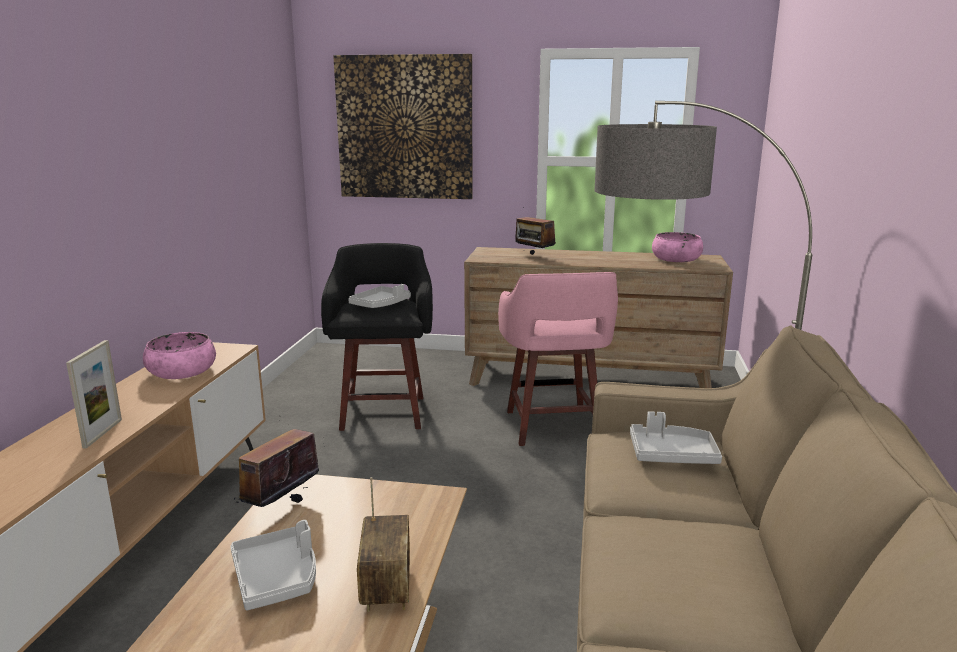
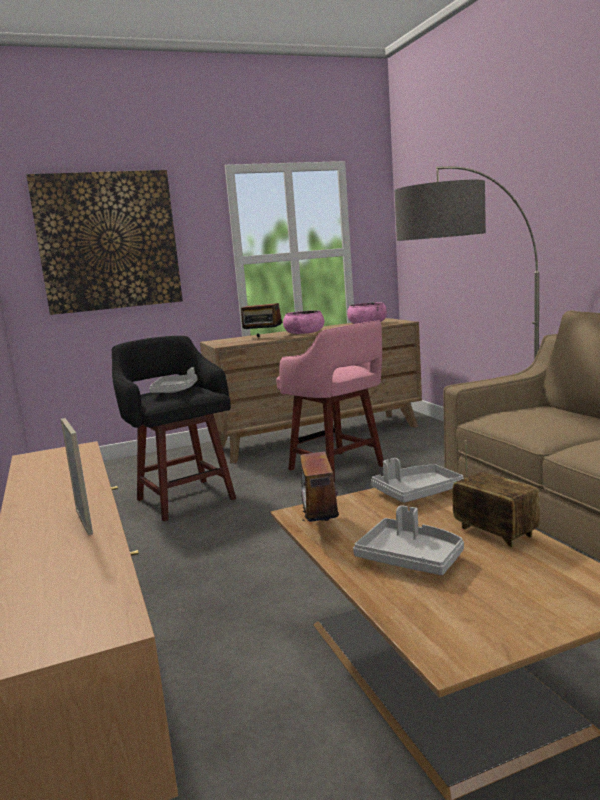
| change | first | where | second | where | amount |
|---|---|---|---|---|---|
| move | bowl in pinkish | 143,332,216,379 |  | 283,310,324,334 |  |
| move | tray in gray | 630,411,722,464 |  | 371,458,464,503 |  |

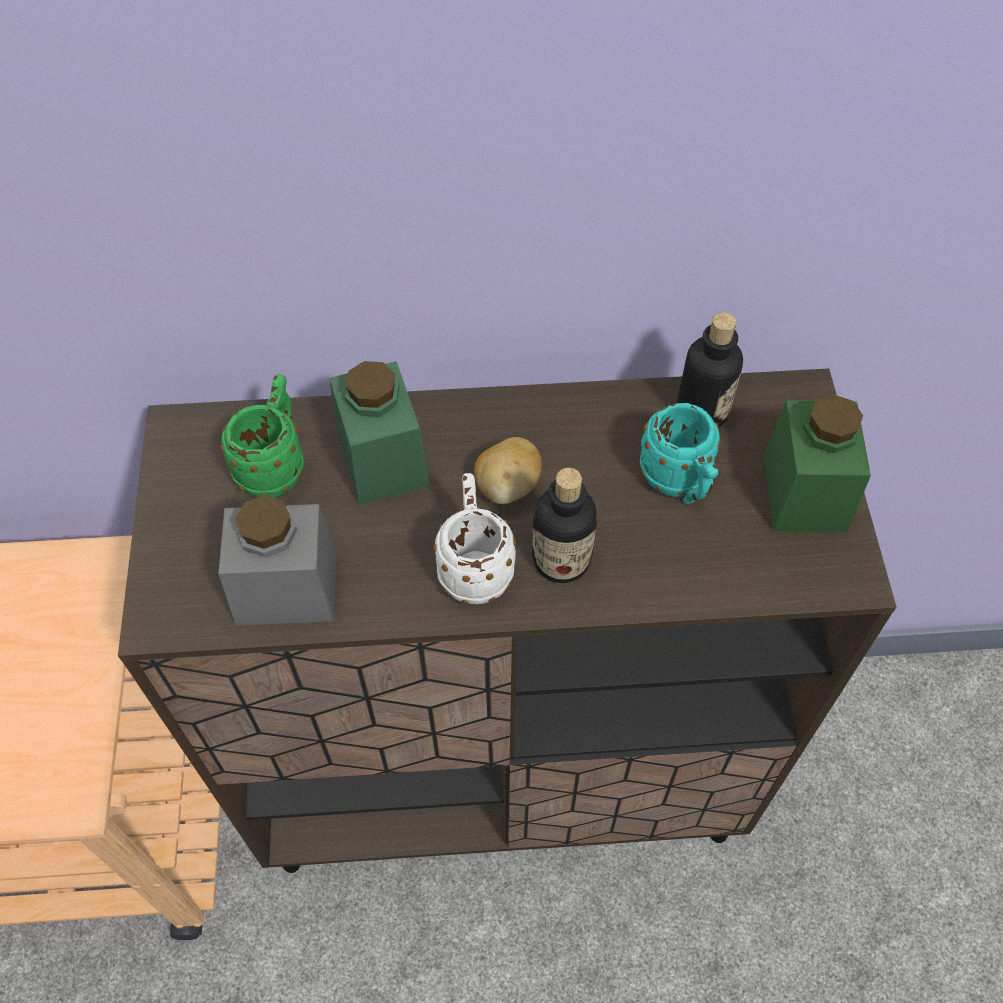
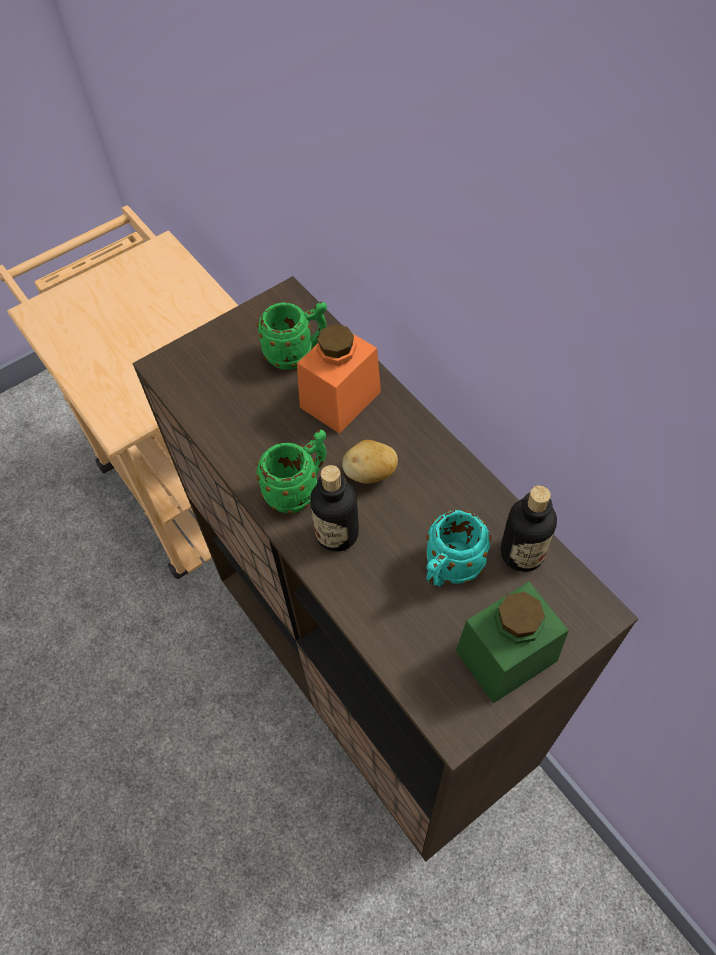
| change | first | where | second | where | amount |
|---|---|---|---|---|---|
| recolor | coffee mug in white | 433,473,517,605 | coffee mug in green | 256,430,327,513 |  |
| recolor | preserve jar in green | 329,361,429,505 | preserve jar in orange | 297,324,381,434 |  |
| delete | preserve jar in gray | 218,495,336,626 |  |  |  |

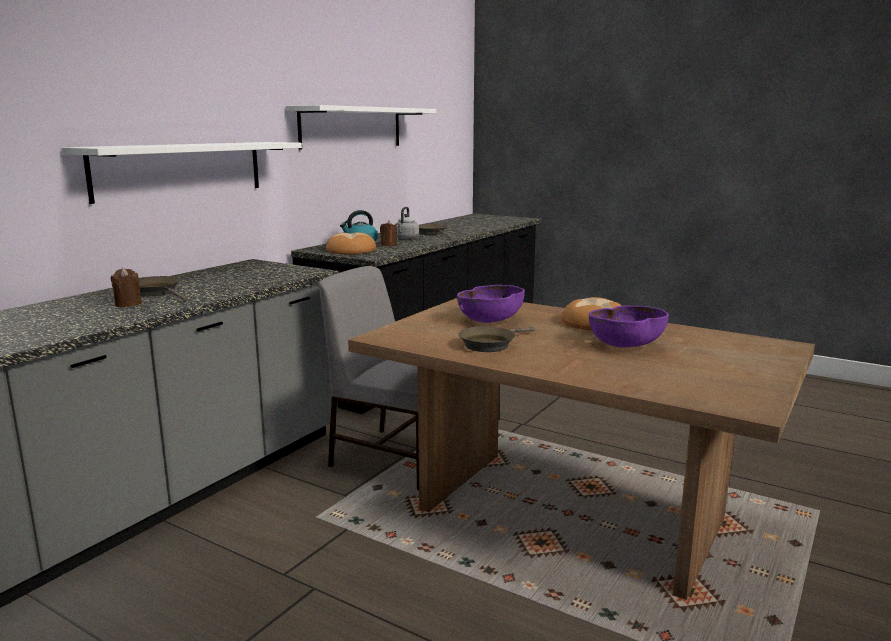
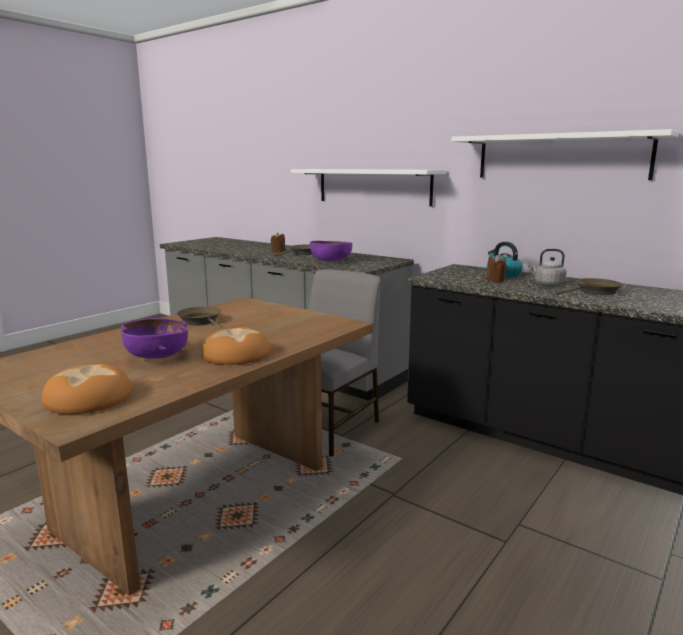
| change | first | where | second | where | amount |
|---|---|---|---|---|---|
| move | baked bread | 326,232,376,254 |  | 42,364,133,414 |  |
| move | bowl in purplish | 457,285,525,323 |  | 310,241,352,261 |  |

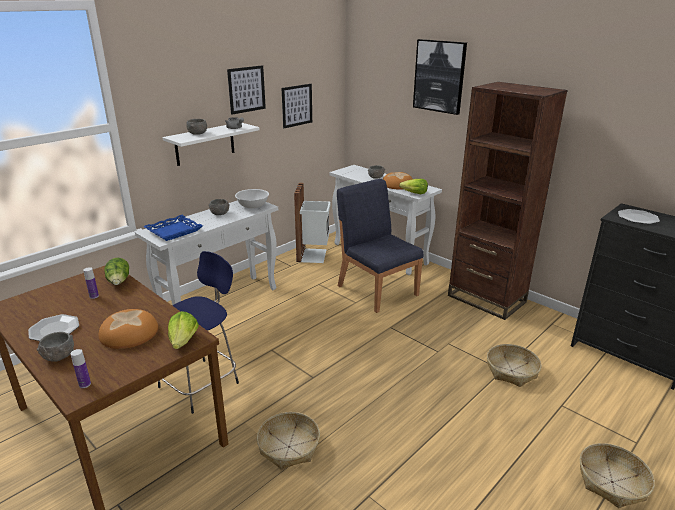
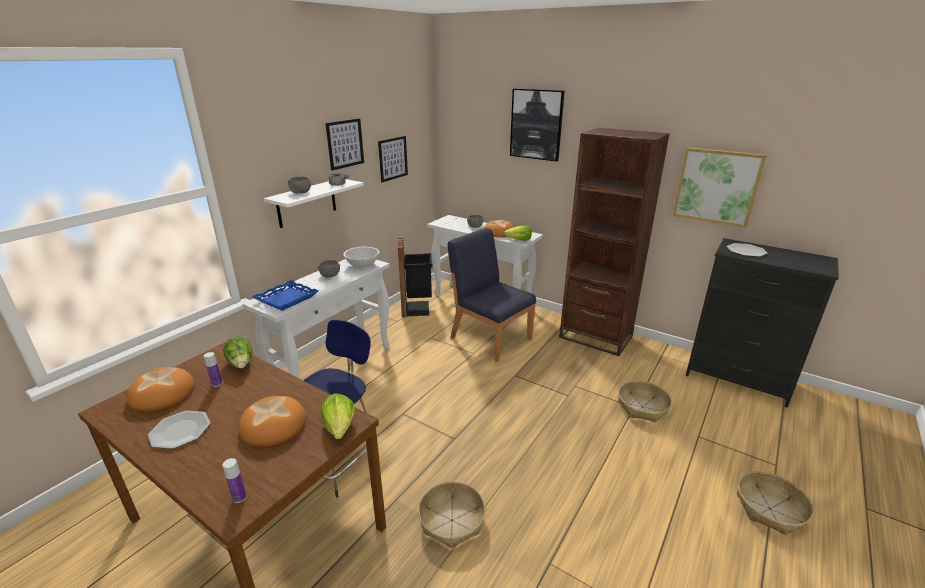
| change | first | where | second | where | amount |
|---|---|---|---|---|---|
| insert |  |  | baked bread | 127,367,194,411 |  |
| recolor | trash can in white | 294,183,331,263 | trash can in black-coloured | 398,236,432,317 |  |
| insert |  |  | wall picture | 673,147,766,228 |  |
| delete | bowl in gray | 37,332,74,362 |  |  |  |

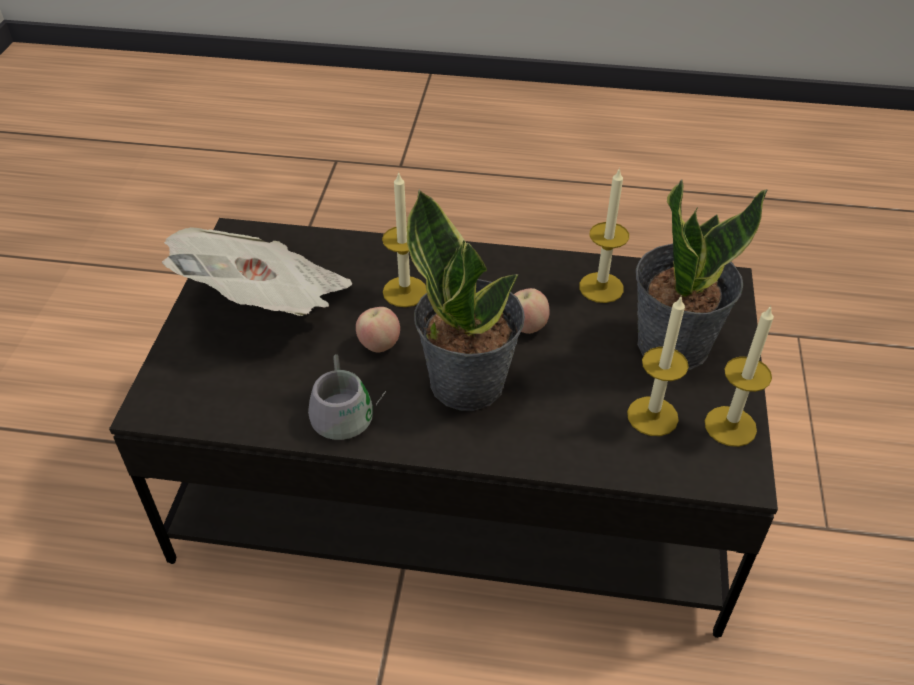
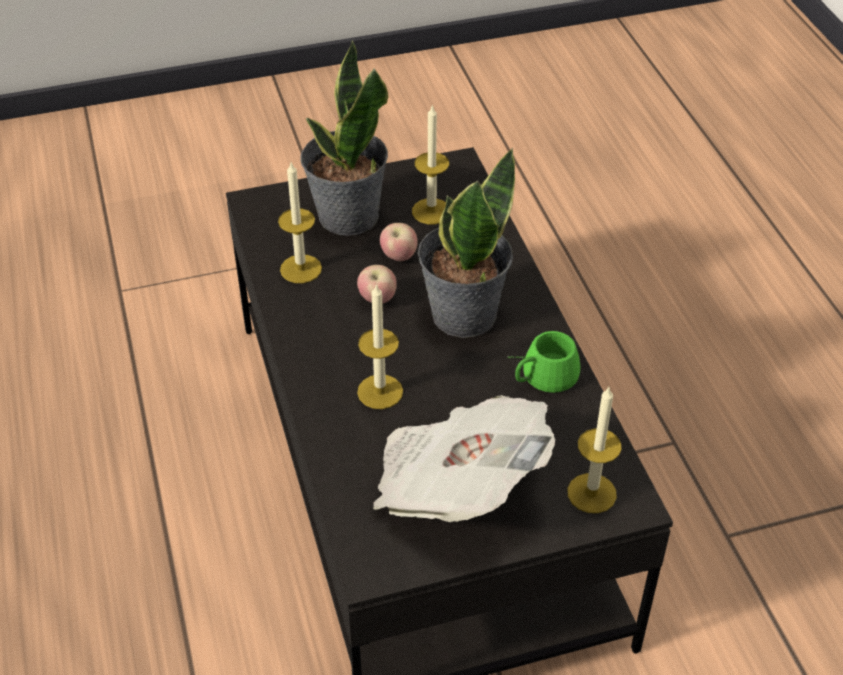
| change | first | where | second | where | amount |
|---|---|---|---|---|---|
| move | whole apple | 356,307,400,353 |  | 380,223,418,261 |  |
| recolor | coffee mug in gray | 308,354,386,440 | coffee mug in green | 507,331,580,393 |  |
| move | wax candle | 705,305,774,447 |  | 567,387,621,513 |  |

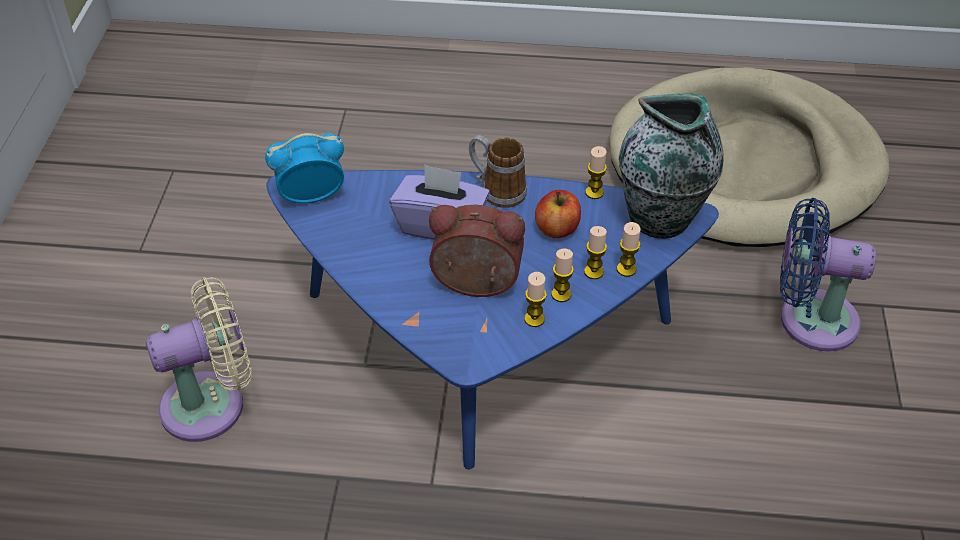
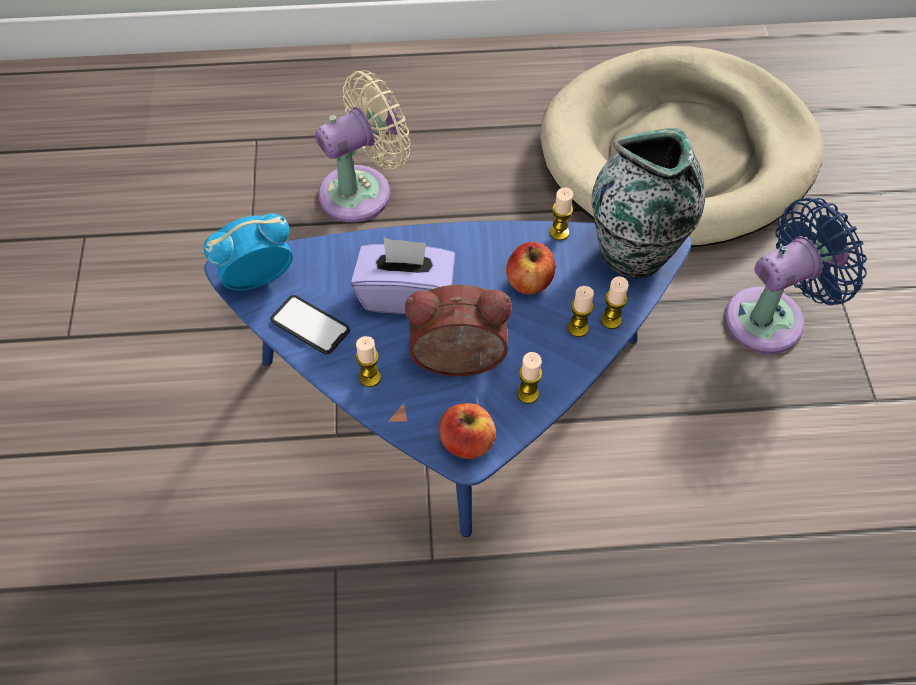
| change | first | where | second | where | amount |
|---|---|---|---|---|---|
| insert |  |  | telephone | 270,295,350,354 |  |
| move | cooling fan in sand-coloured | 146,277,252,442 |  | 315,70,411,222 |  |
| move | wax candle | 551,249,574,302 |  | 356,336,381,387 |  |
| insert |  |  | whole apple | 439,403,496,459 |  |
| rotate | cooling fan in blue | 780,198,876,352 |  | 724,198,867,354 | 150 degrees clockwise |
| delete | coffee mug | 469,135,527,208 |  |  |  |

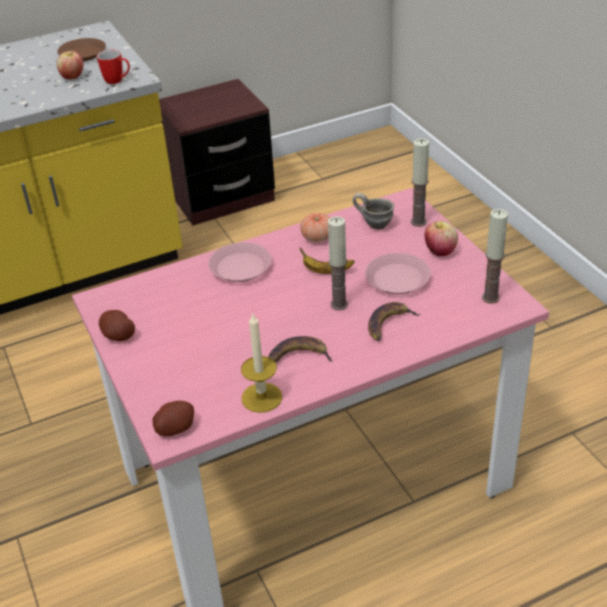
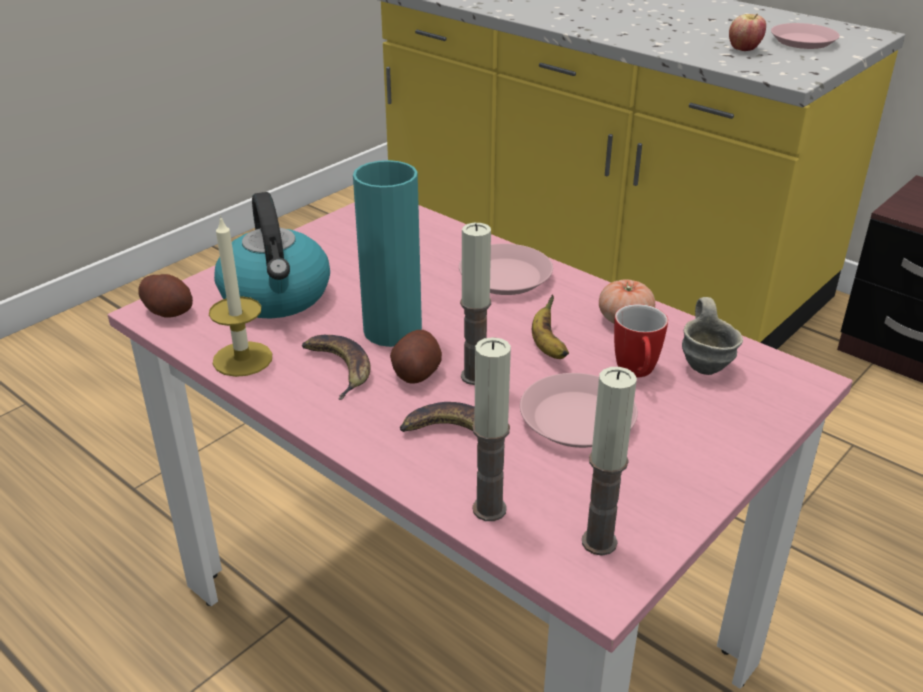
| change | first | where | second | where | amount |
|---|---|---|---|---|---|
| insert |  |  | kettle | 214,192,330,319 |  |
| insert |  |  | decorative vase in turquoise-coloured | 353,160,422,347 |  |
| move | potato | 99,310,135,341 |  | 390,330,442,384 |  |
| move | wax candle | 411,139,429,227 |  | 472,337,511,521 |  |
| move | coffee mug | 97,50,130,84 |  | 614,304,668,378 |  |
| recolor | flat dish in brown-coloured | 57,38,106,62 | flat dish in pinkish | 771,23,840,49 |  |
| delete | whole apple | 424,221,458,257 |  |  |  |

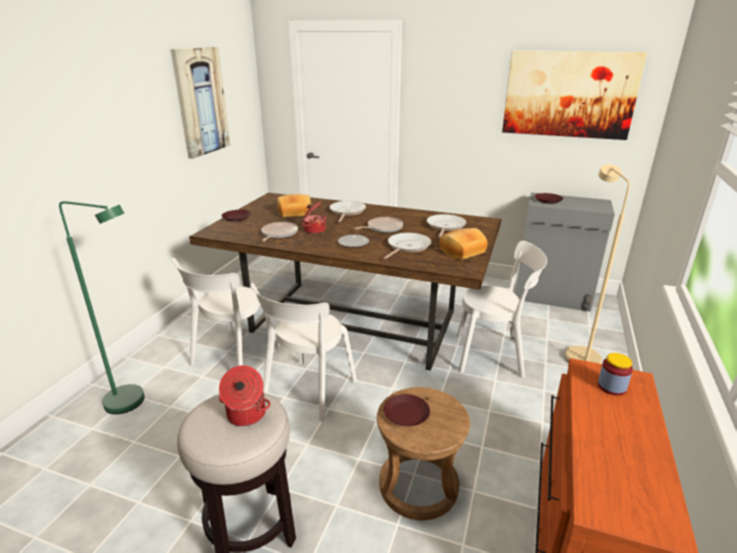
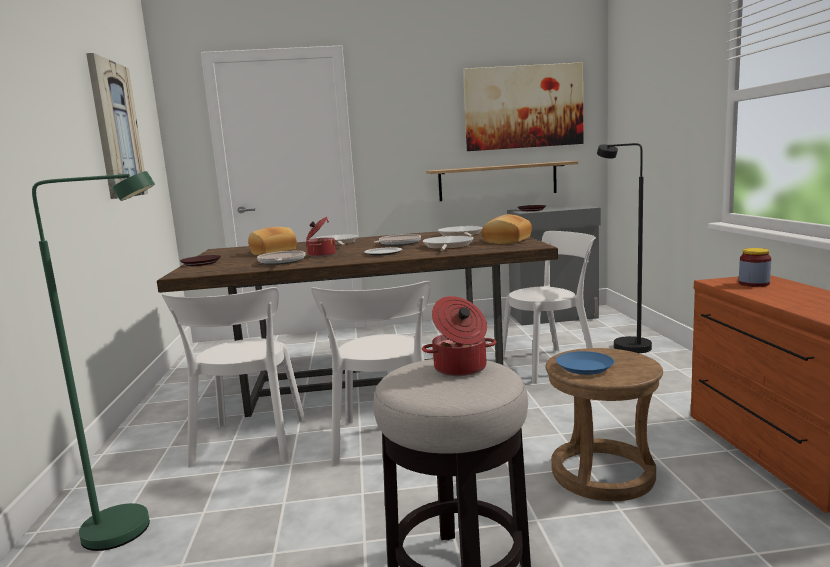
| change | first | where | second | where | amount |
|---|---|---|---|---|---|
| insert |  |  | bracket shelf | 426,161,578,201 |  |
| recolor | flat dish in brown-coloured | 384,394,430,426 | flat dish in blue | 556,351,614,375 |  |
| recolor | standing lamp in sand-coloured | 565,164,630,364 | standing lamp in black-coloured | 597,143,652,353 |  |

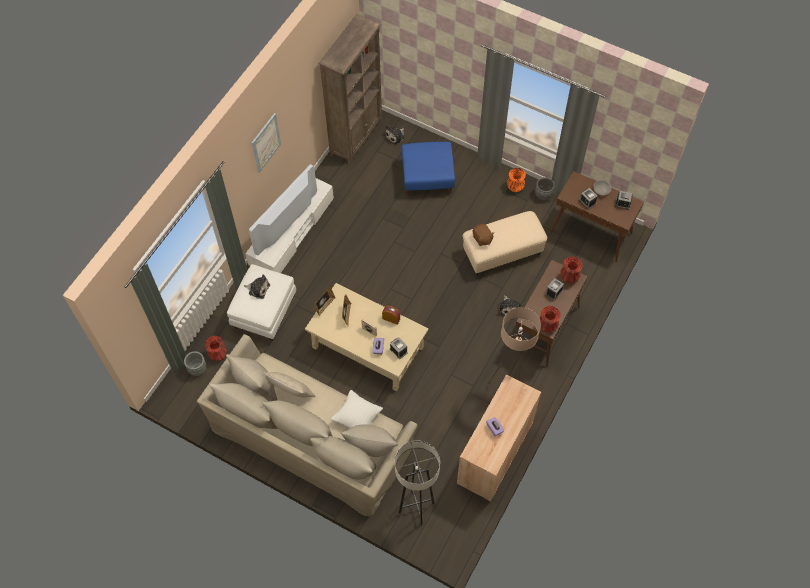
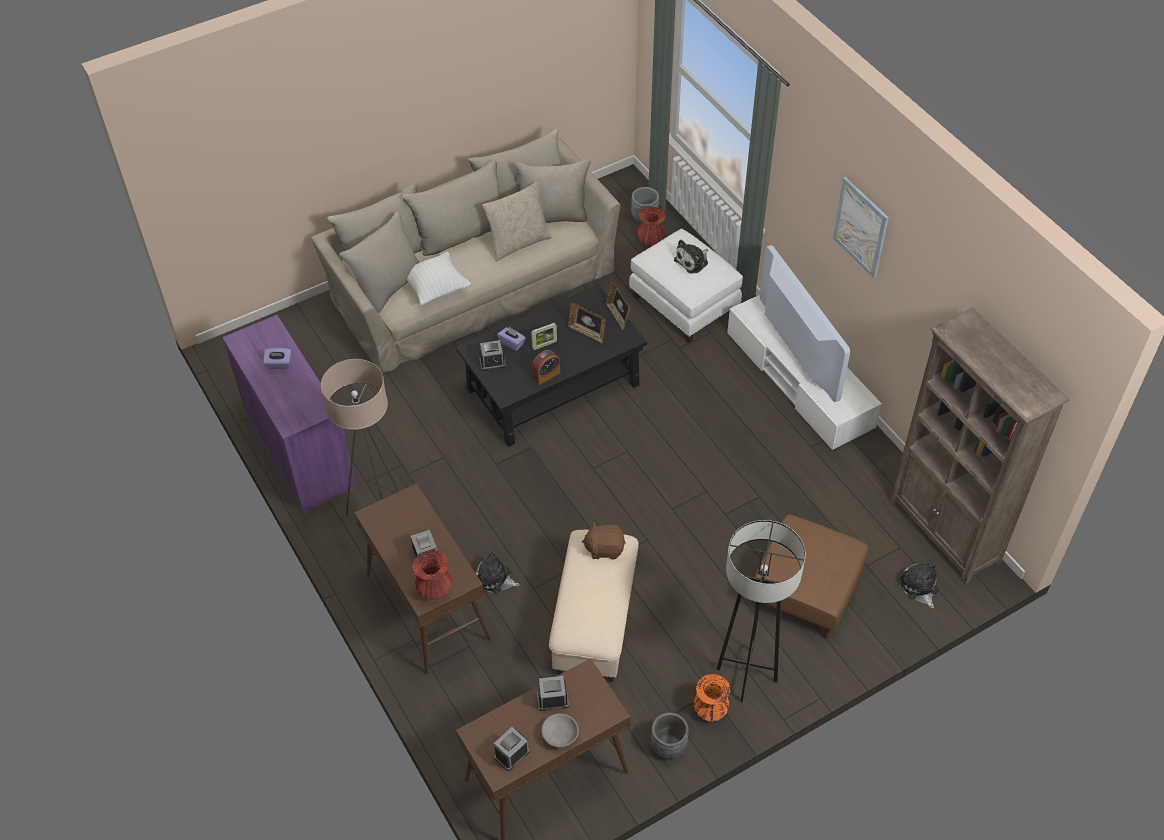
| change | first | where | second | where | amount |
|---|---|---|---|---|---|
| recolor | cupboard in sand-coloured | 457,375,541,501 | cupboard in purplish | 222,315,357,513 |  |
| recolor | low table in sand-coloured | 305,283,428,391 | low table in black-coloured | 456,284,647,447 |  |
| move | standing lamp in gray | 395,441,440,525 |  | 716,520,806,702 |  |
| recolor | footrest in blue | 402,142,455,196 | footrest in brown-coloured | 755,514,868,639 |  |
| delete | decorative vase in red | 539,306,561,333 |  |  |  |

